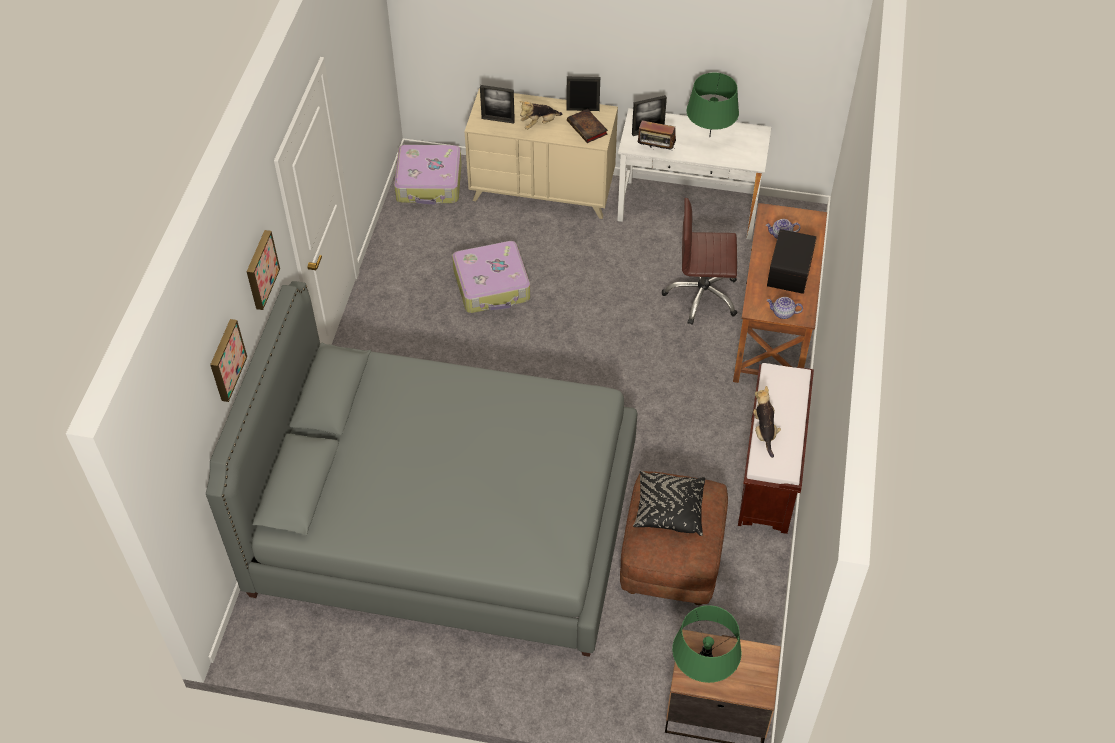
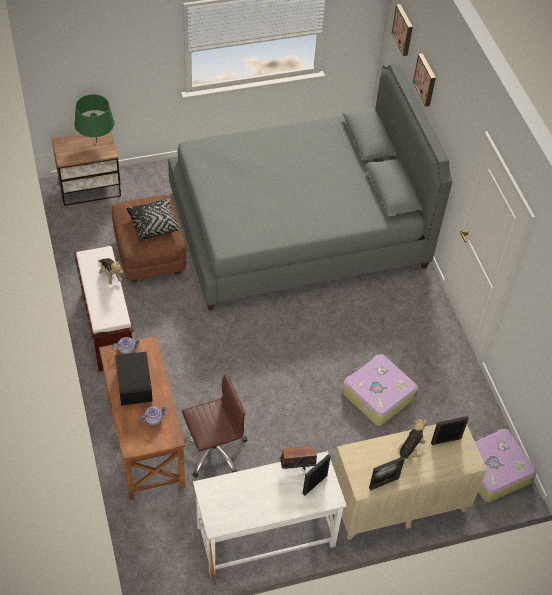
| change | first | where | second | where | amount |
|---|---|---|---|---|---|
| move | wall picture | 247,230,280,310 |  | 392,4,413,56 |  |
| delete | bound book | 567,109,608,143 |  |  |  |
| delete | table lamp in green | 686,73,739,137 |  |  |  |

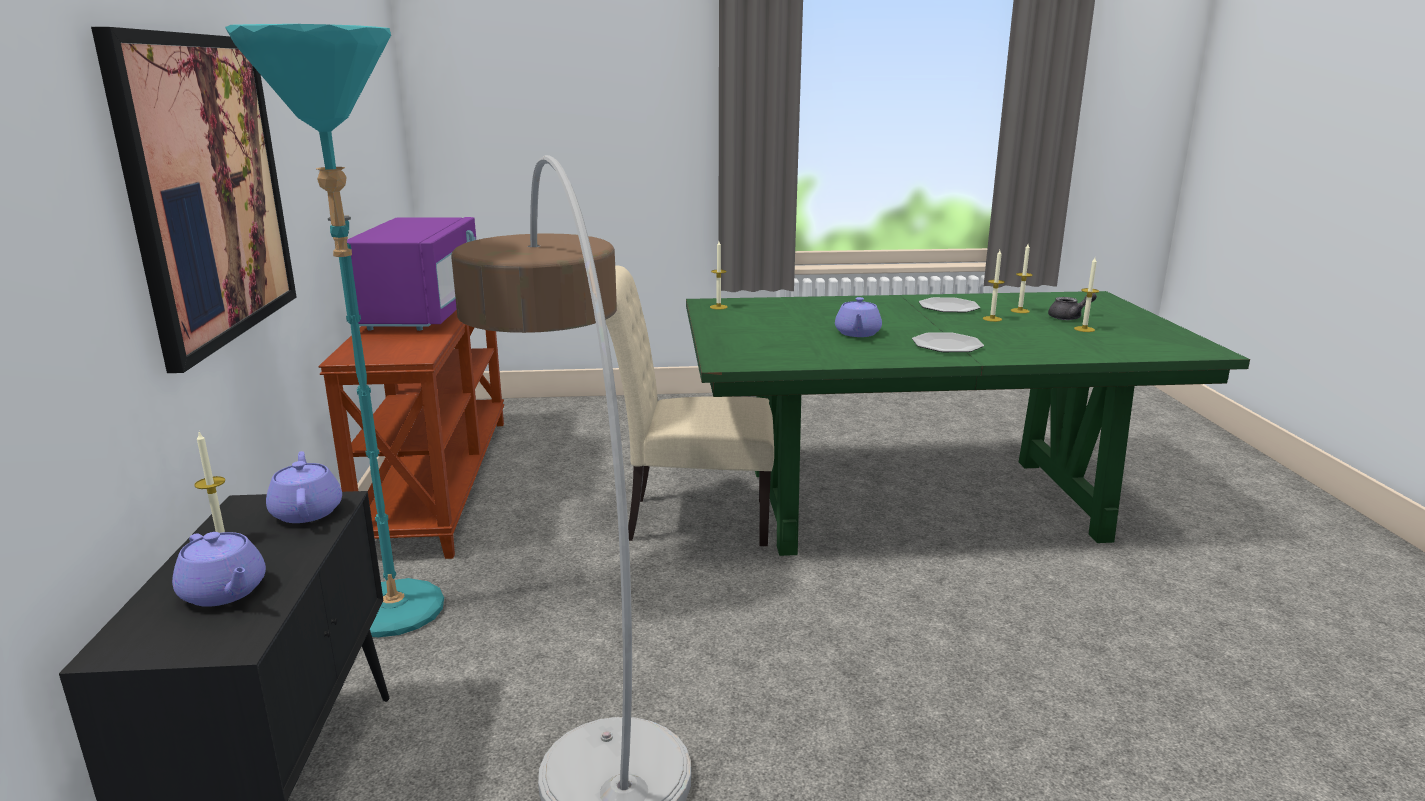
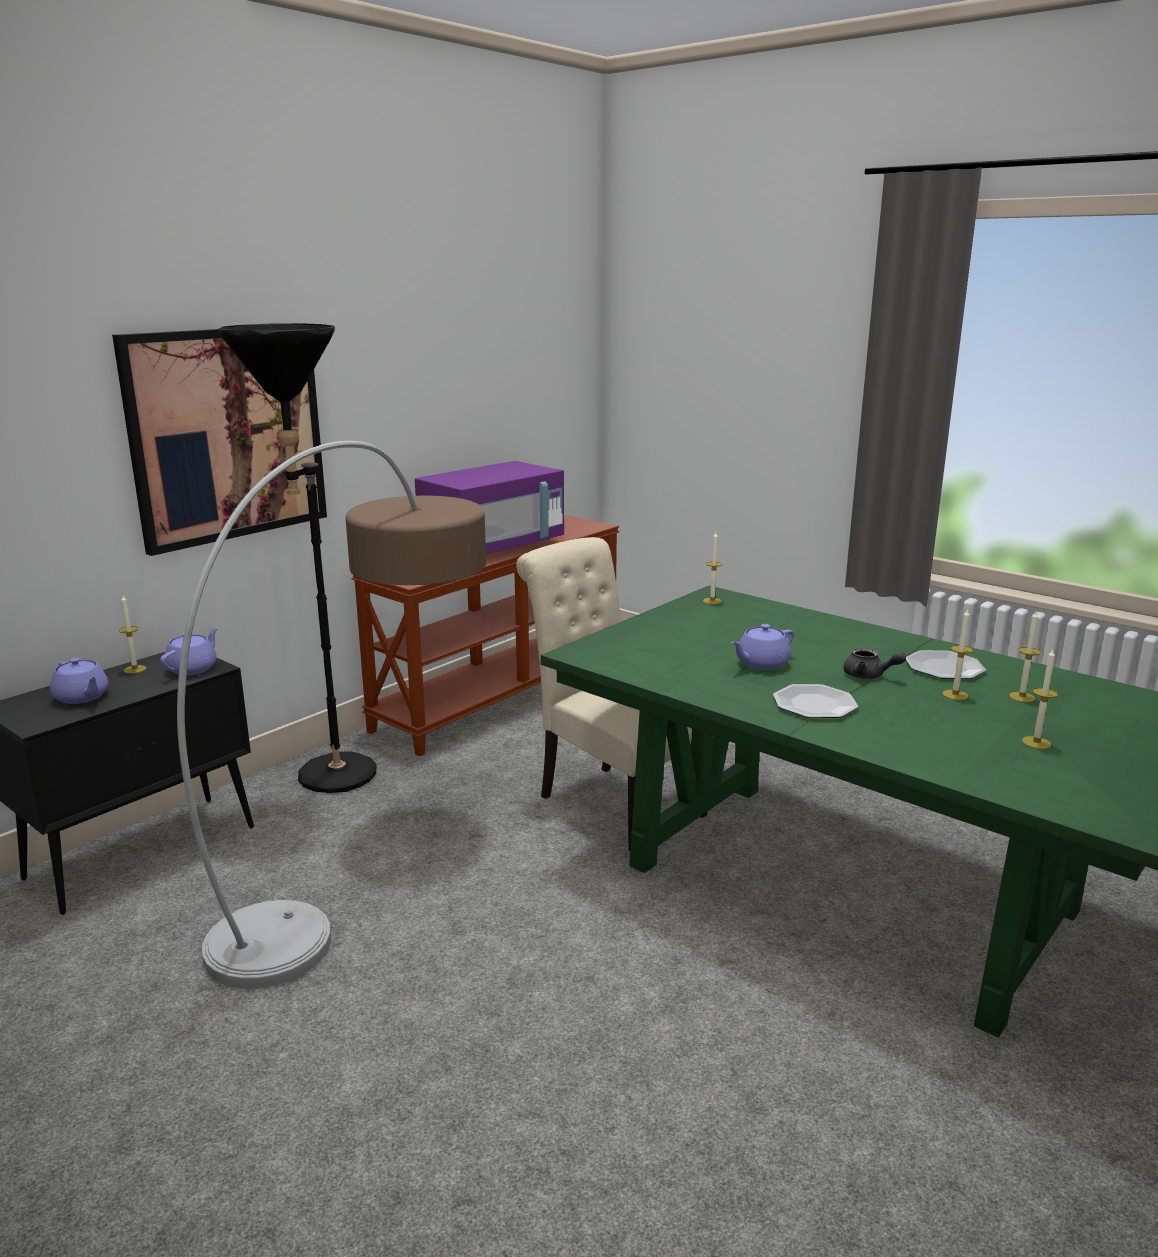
| change | first | where | second | where | amount |
|---|---|---|---|---|---|
| rotate | tea pot in purplish | 172,532,266,607 |  | 50,658,108,704 | 45 degrees counterclockwise |
| recolor | standing lamp in turquoise-coloured | 225,24,444,637 | standing lamp in black-coloured | 218,323,376,793 |  |
| move | tea pot in gray | 1048,293,1097,320 |  | 843,648,906,679 |  |

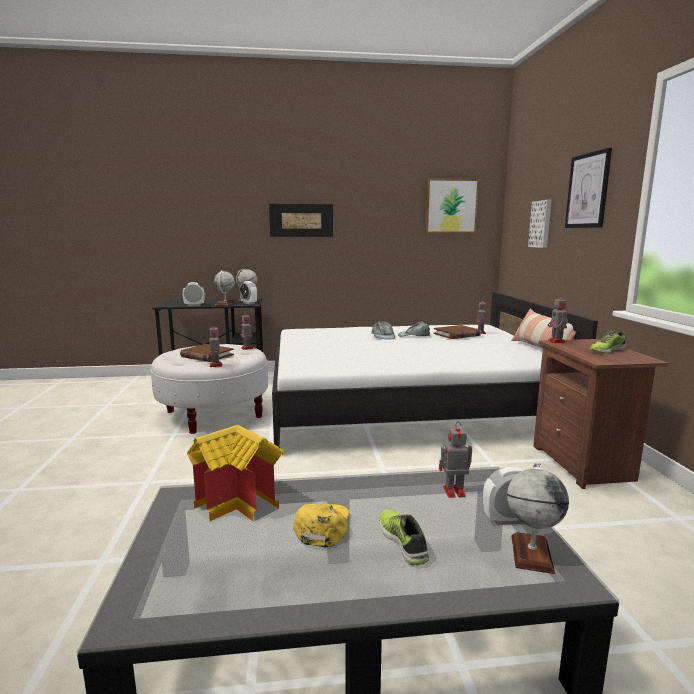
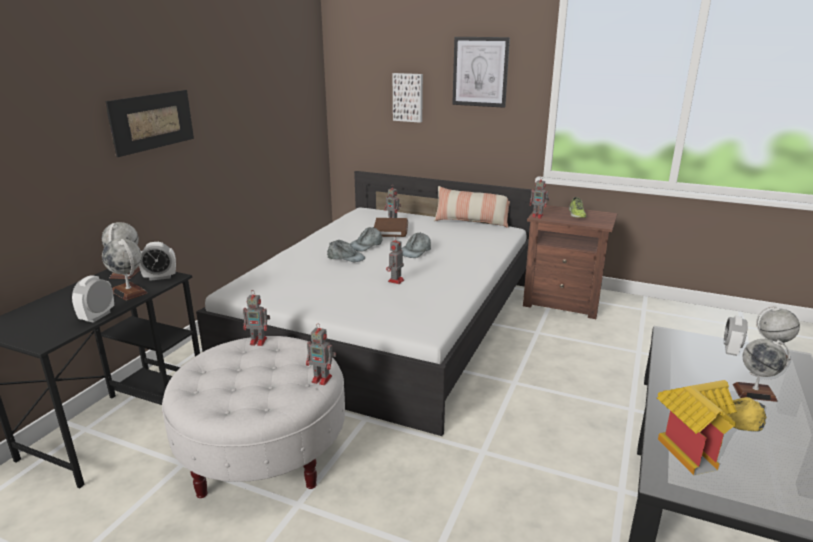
| change | first | where | second | where | amount |
|---|---|---|---|---|---|
| move | robot figure | 439,421,472,498 |  | 386,236,404,284 |  |
| insert |  |  | baseball cap in gray | 401,233,431,258 |  |
| replace | item of footwear | 379,510,429,565 | globe | 733,339,790,402 |  |
| delete | bound book in brown-coloured | 180,344,234,362 |  |  |  |
| delete | wall picture | 425,178,479,233 |  |  |  |

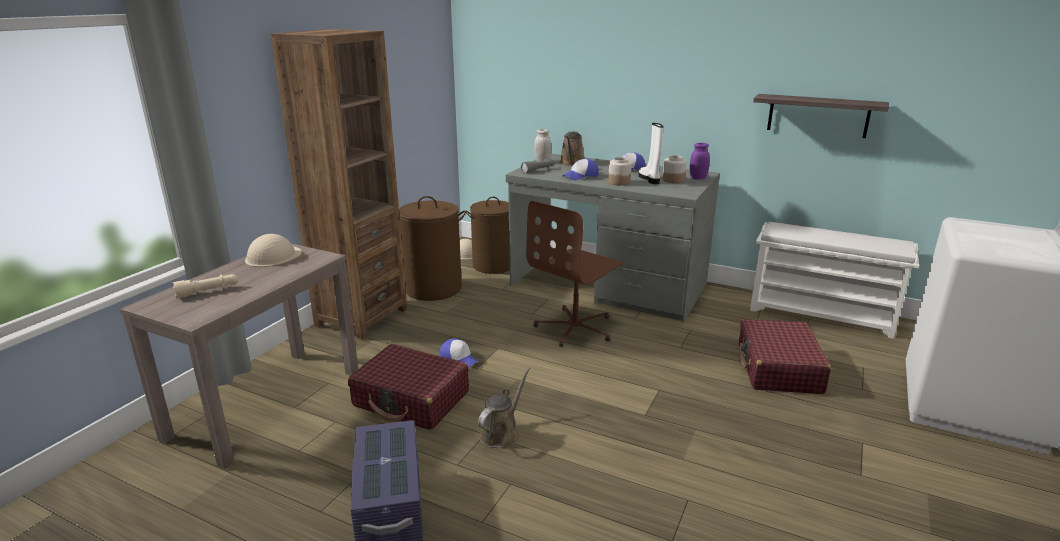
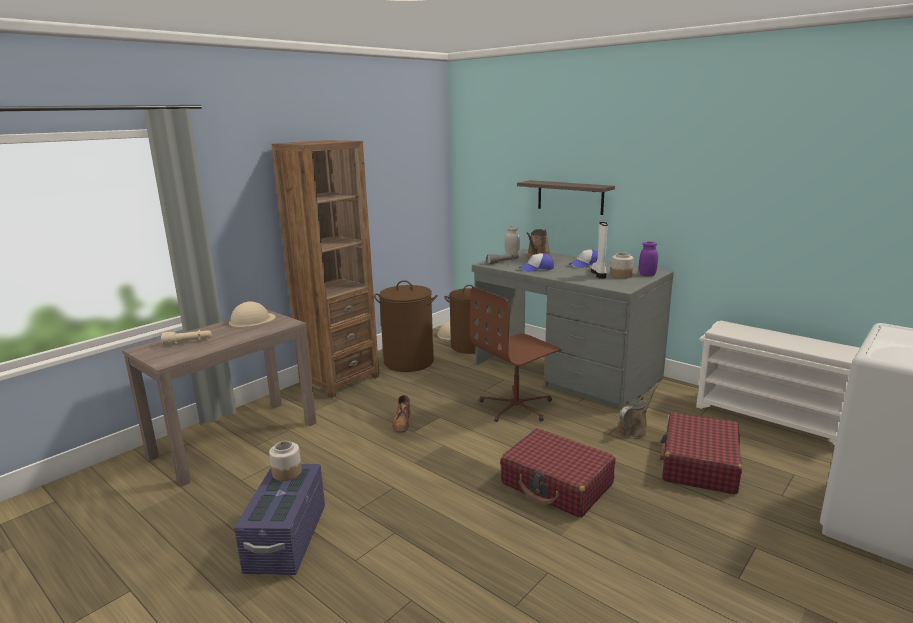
| change | first | where | second | where | amount |
|---|---|---|---|---|---|
| move | preserve jar | 608,157,632,185 |  | 269,441,302,481 |  |
| replace | baseball cap | 439,338,479,368 | tall boot in brown-coloured | 392,395,411,432 |  |
| move | travel case in red | 348,344,469,430 |  | 500,428,615,518 |  |
| move | bracket shelf | 753,94,889,138 |  | 517,180,615,215 |  |
| move | sprinkling can in brown-coloured | 478,367,530,448 |  | 617,383,659,439 |  |

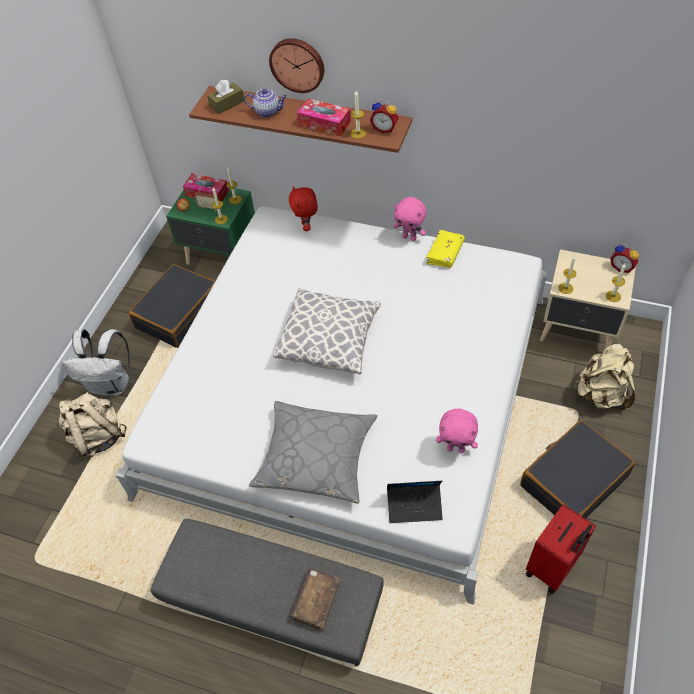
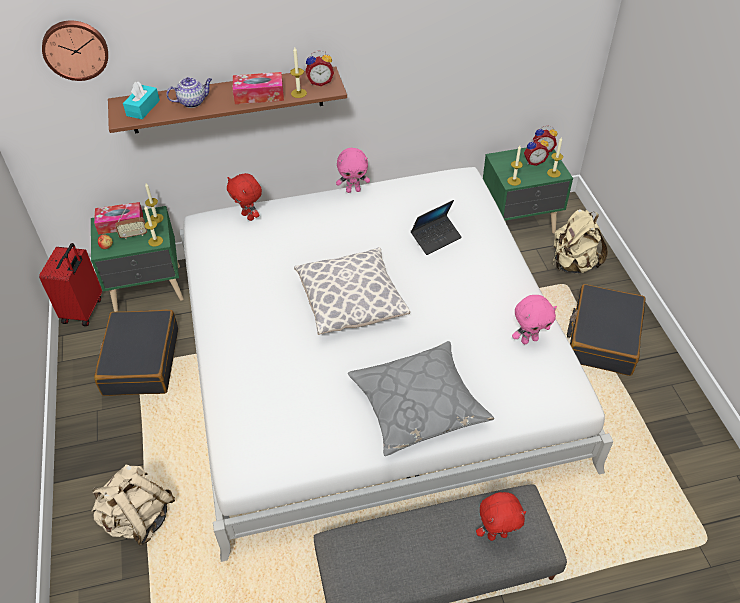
| change | first | where | second | where | amount |
|---|---|---|---|---|---|
| move | travel case in red | 526,504,596,593 |  | 39,243,102,326 |  |
| move | hanging clock | 269,38,324,93 |  | 42,20,108,81 |  |
| recolor | tissue box in brown-coloured | 207,79,244,114 | tissue box in turquoise-coloured | 123,81,160,119 |  |
| move | portable computer | 387,481,443,523 |  | 411,200,462,255 |  |
| replace | bound book in brown-coloured | 290,569,340,631 | soft toy in red | 476,492,526,541 |  |
| recolor | bedside table in sand-coloured | 540,250,636,348 | bedside table in green | 483,147,573,233 |  |
| insert |  |  | alarm clock | 524,137,549,166 |  |
| delete | backpack in white | 63,329,130,396 |  |  |  |
| delete | bound book in yellow | 426,230,465,268 |  |  |  |

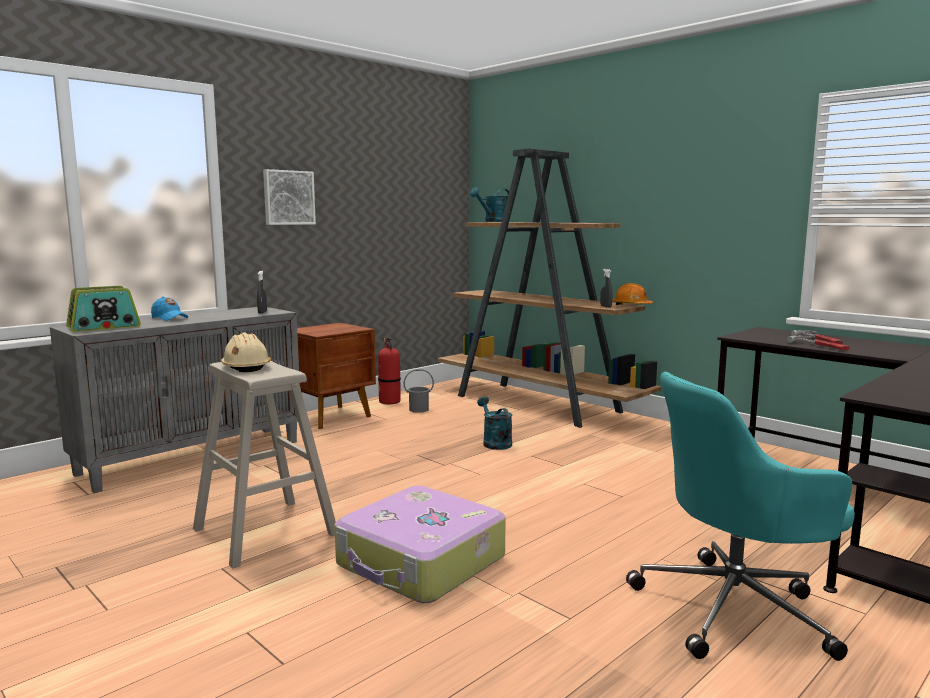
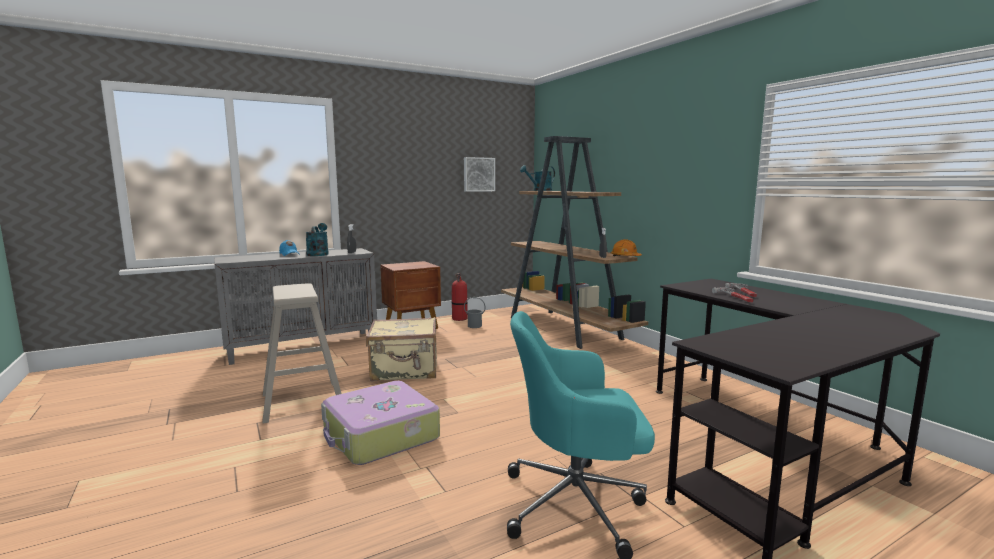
| change | first | where | second | where | amount |
|---|---|---|---|---|---|
| move | sprinkling can in turquoise-coloured | 477,396,512,450 |  | 305,223,329,256 |  |
| insert |  |  | travel case in sand-coloured | 366,317,437,381 |  |
| move | wall picture | 263,169,316,225 |  | 464,157,495,192 |  |
| delete | radio set | 66,286,141,332 |  |  |  |
| delete | hard hat in sand-coloured | 221,332,271,372 |  |  |  |

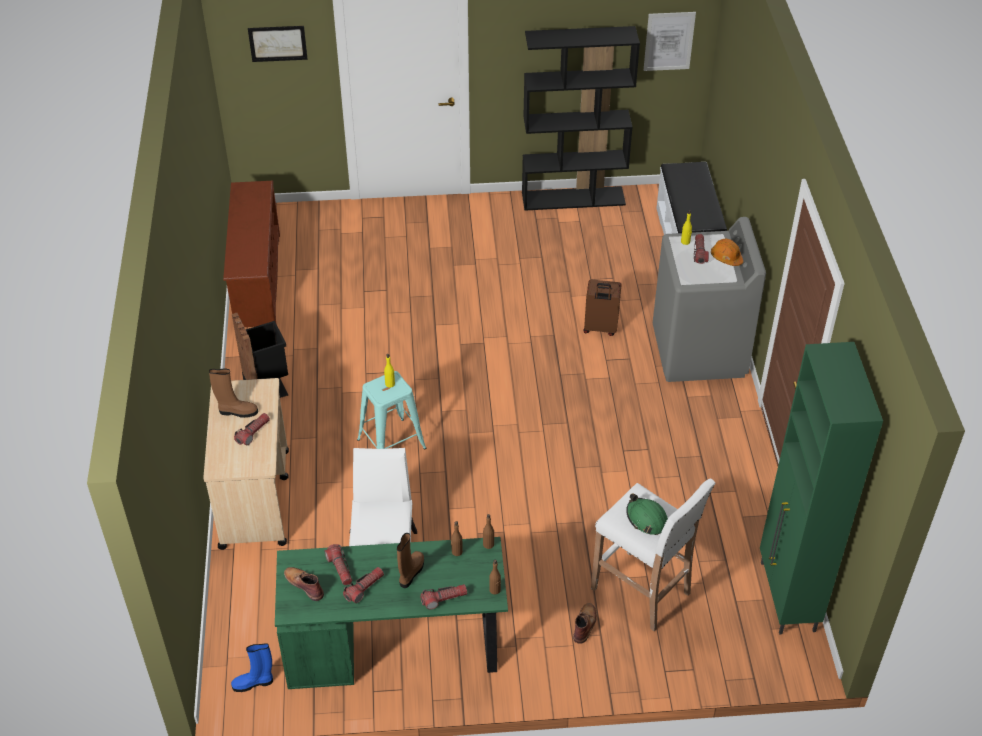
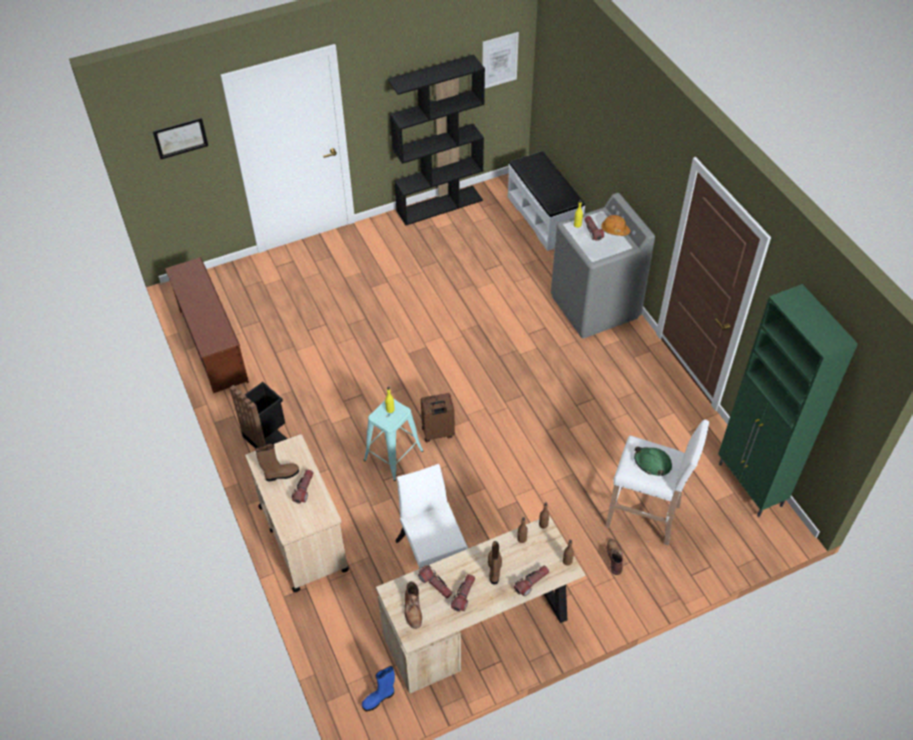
| change | first | where | second | where | amount |
|---|---|---|---|---|---|
| recolor | desk table in green | 275,537,508,689 | desk table in sand-coloured | 376,515,585,694 |  |
| rotate | tall boot in brown-coloured | 284,567,324,601 |  | 405,581,422,629 | 120 degrees counterclockwise |
| move | travel case in brown-coloured | 583,279,622,336 |  | 421,393,455,442 |  |

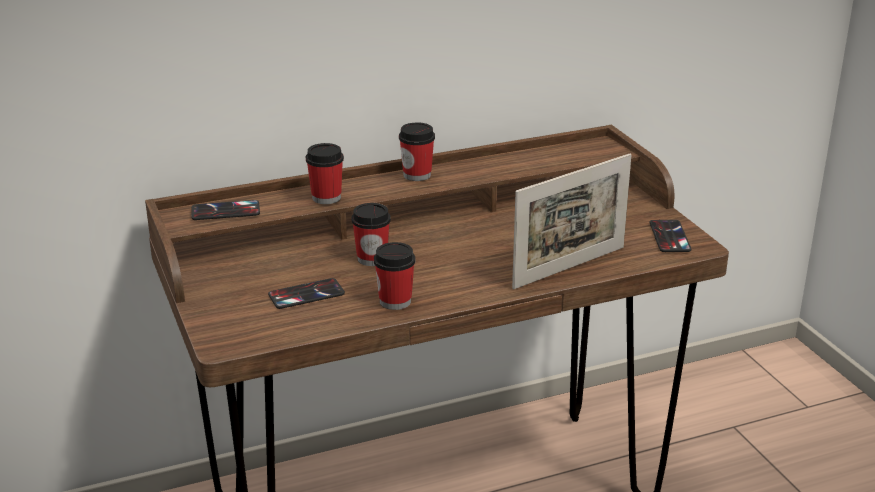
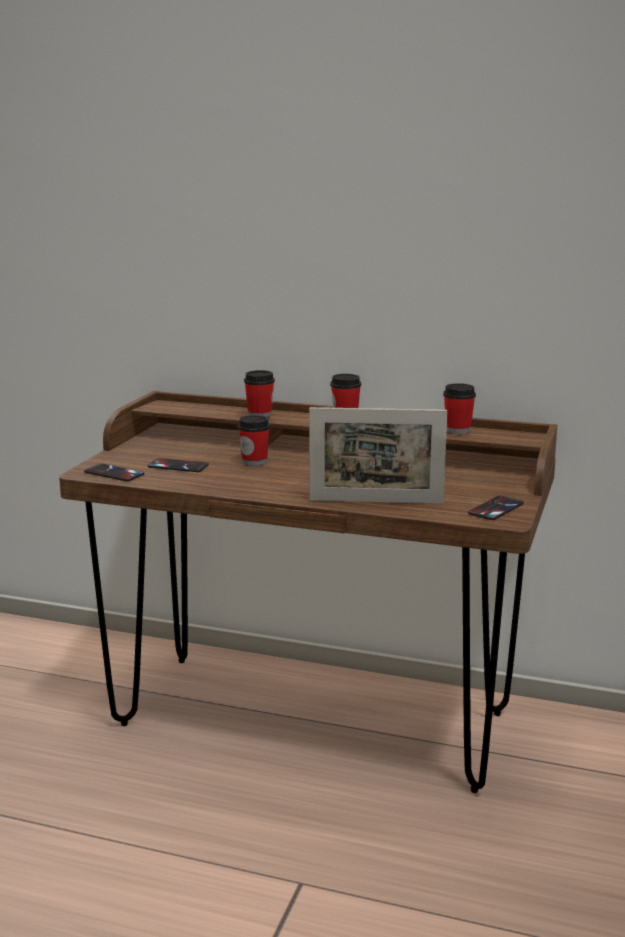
| change | first | where | second | where | amount |
|---|---|---|---|---|---|
| move | telephone | 191,200,260,220 |  | 84,464,144,481 |  |
| move | drinking cup | 374,242,416,310 |  | 443,383,476,434 |  |

